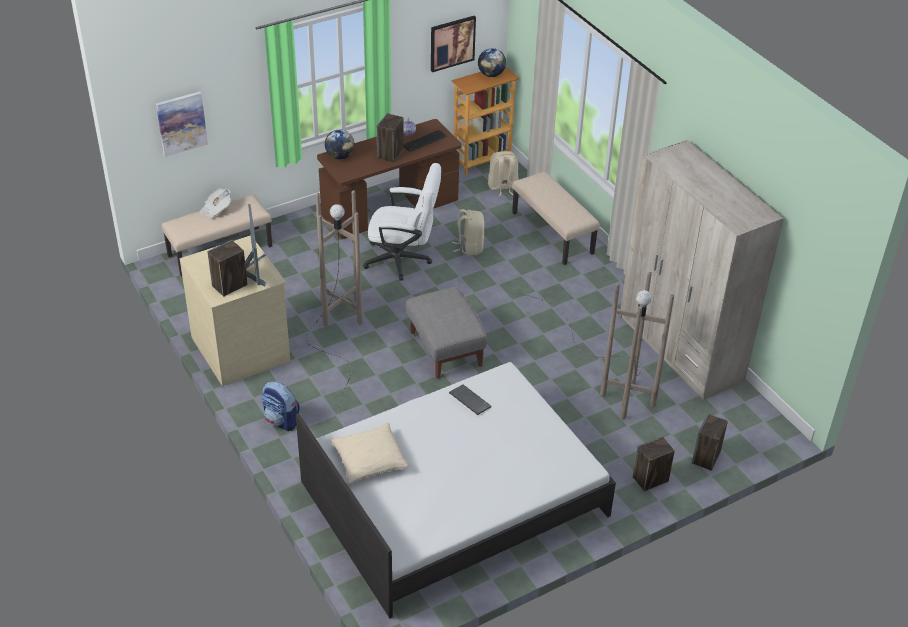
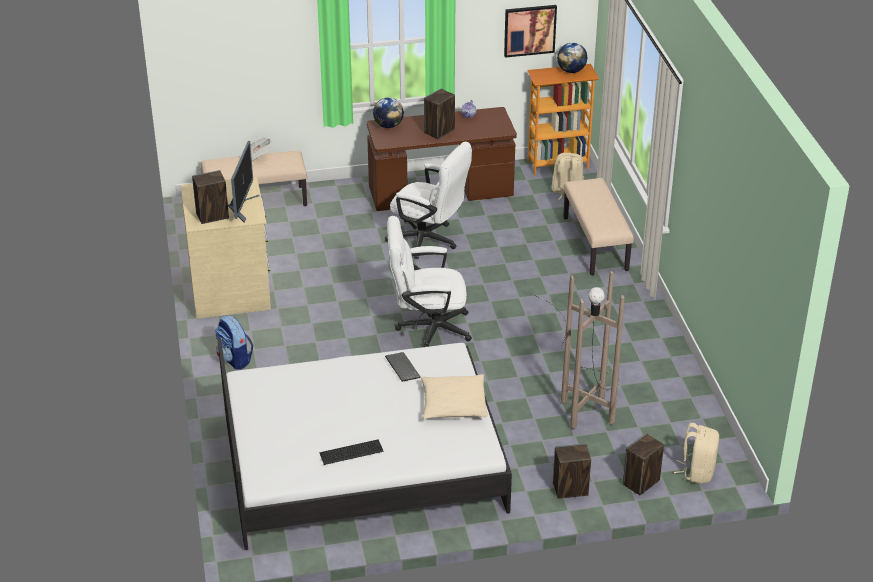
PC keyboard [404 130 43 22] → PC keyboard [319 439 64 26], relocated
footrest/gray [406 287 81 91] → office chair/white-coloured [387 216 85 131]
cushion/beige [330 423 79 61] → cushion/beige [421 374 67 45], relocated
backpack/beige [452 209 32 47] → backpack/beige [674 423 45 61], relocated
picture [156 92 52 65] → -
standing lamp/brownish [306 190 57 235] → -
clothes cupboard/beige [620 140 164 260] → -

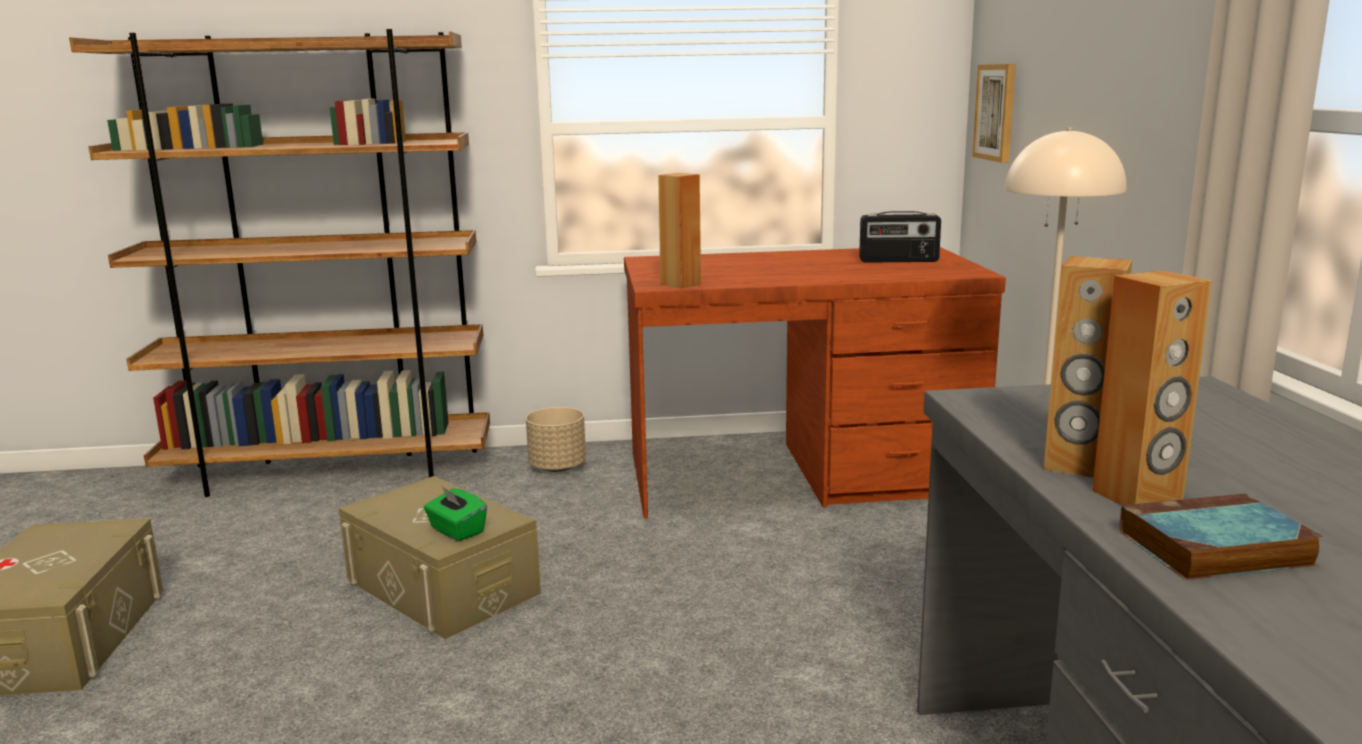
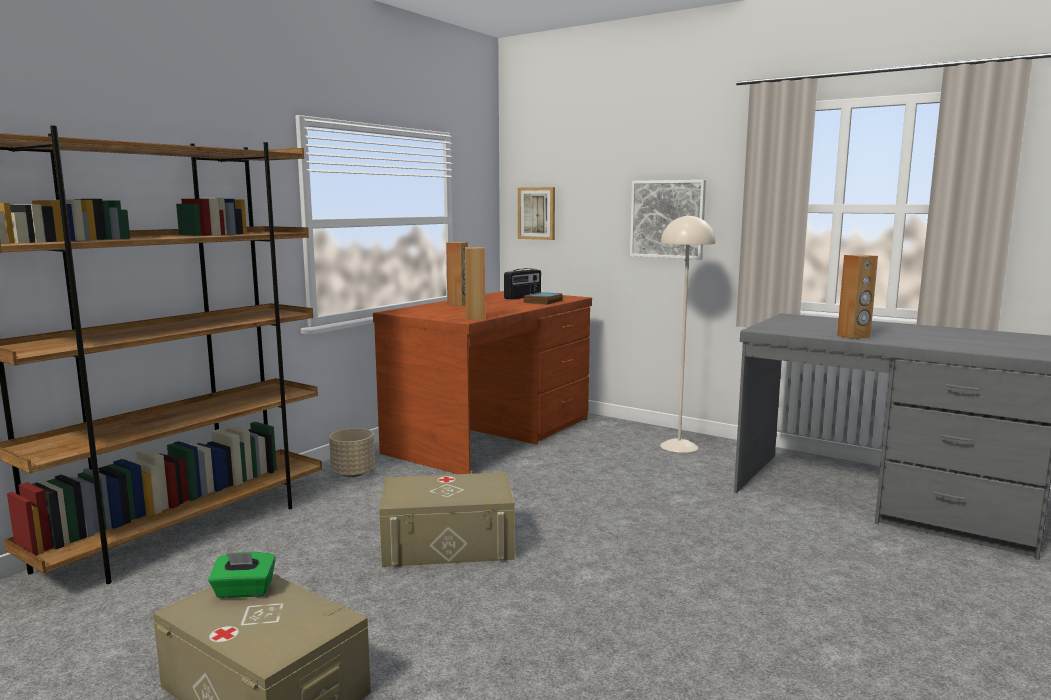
box of tissues/green [424 486 63 55] → box of tissues/green [208 552 68 46], relocated
loudspeaker/brownish [1092 270 120 236] → loudspeaker/brownish [446 242 22 64], relocated
volume [1119 494 204 86] → volume [524 292 39 13], relocated
- → picture [630 180 76 80]

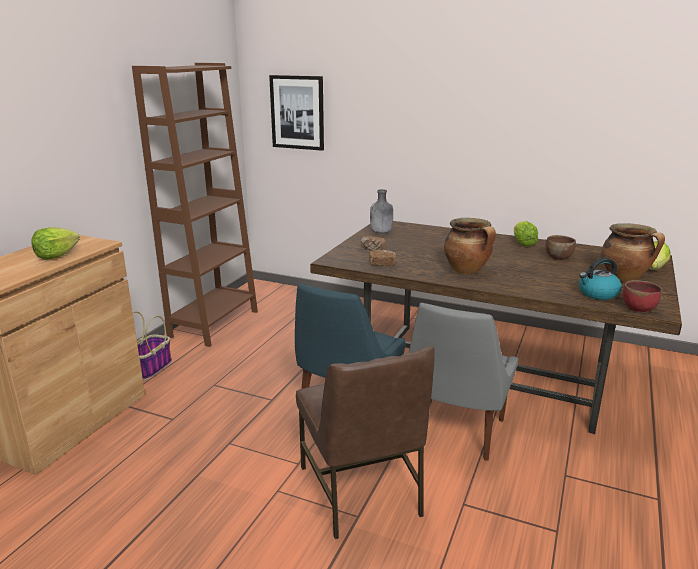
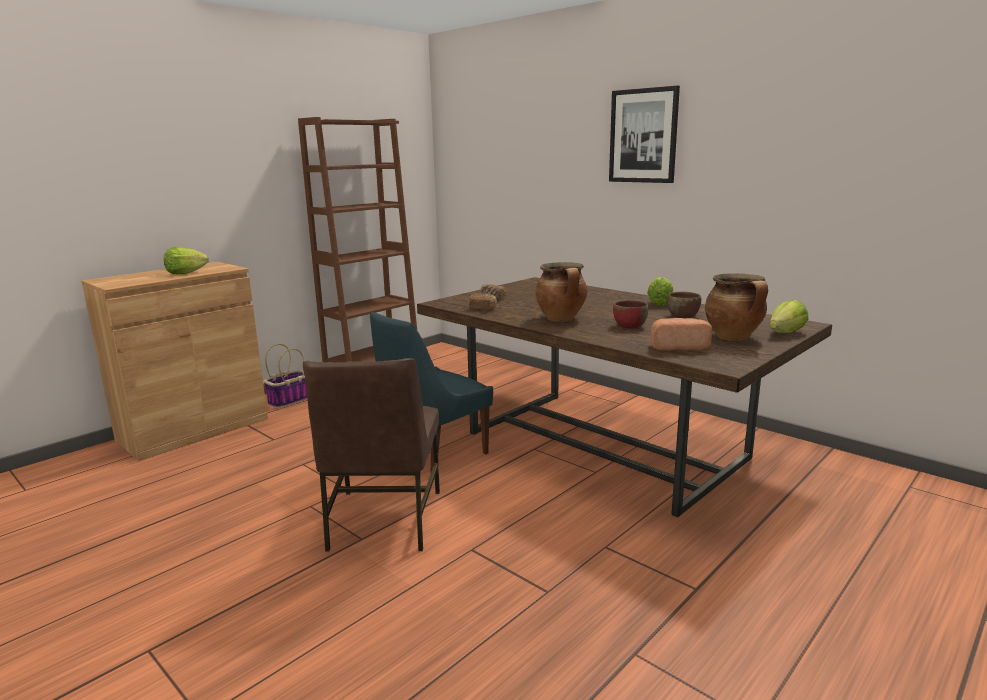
picture [269 75 55 76] → picture [609 85 71 98], relocated
bowl/red [623 280 39 32] → bowl/red [613 300 35 29], relocated
water kettle [579 258 43 42] → baked bread [651 318 61 33]
beverage bottle/gray [370 189 23 45] → -
upright chair/gray [409 303 109 158] → -

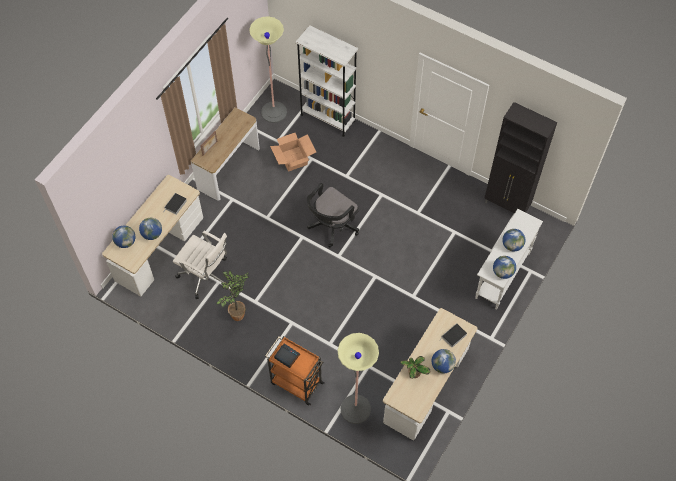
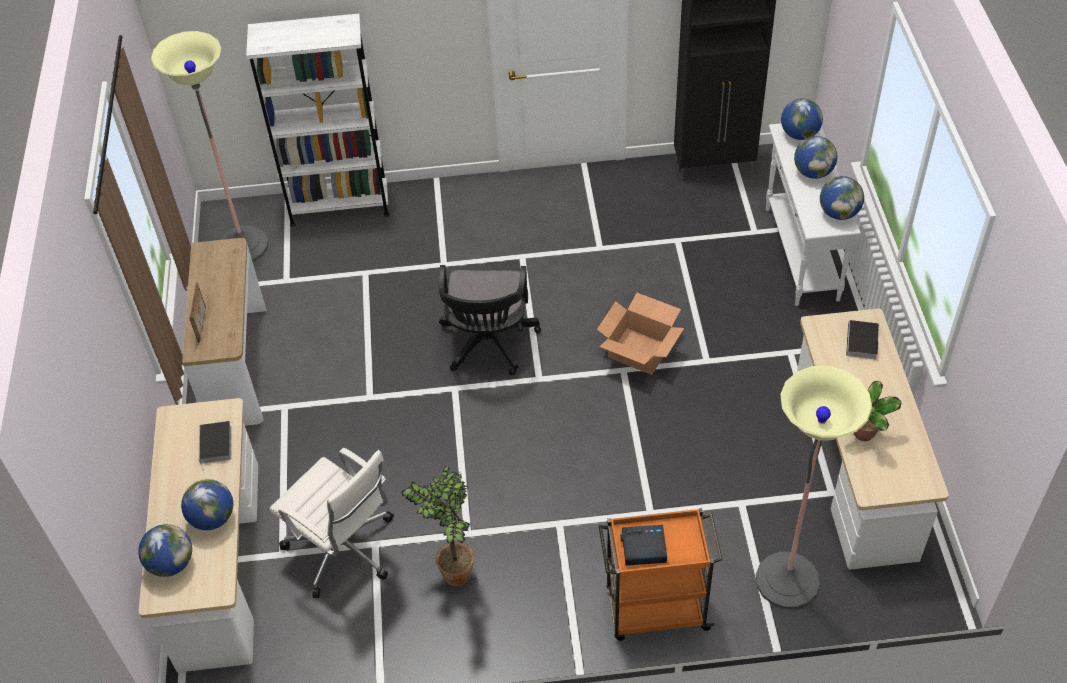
office chair/white-coloured [173 231 54 68] → office chair/white-coloured [269 448 125 150], 45 degrees clockwise
carton [270 133 46 39] → carton [597 293 87 82], relocated
globe [432 349 24 24] → globe [781 98 42 42], relocated

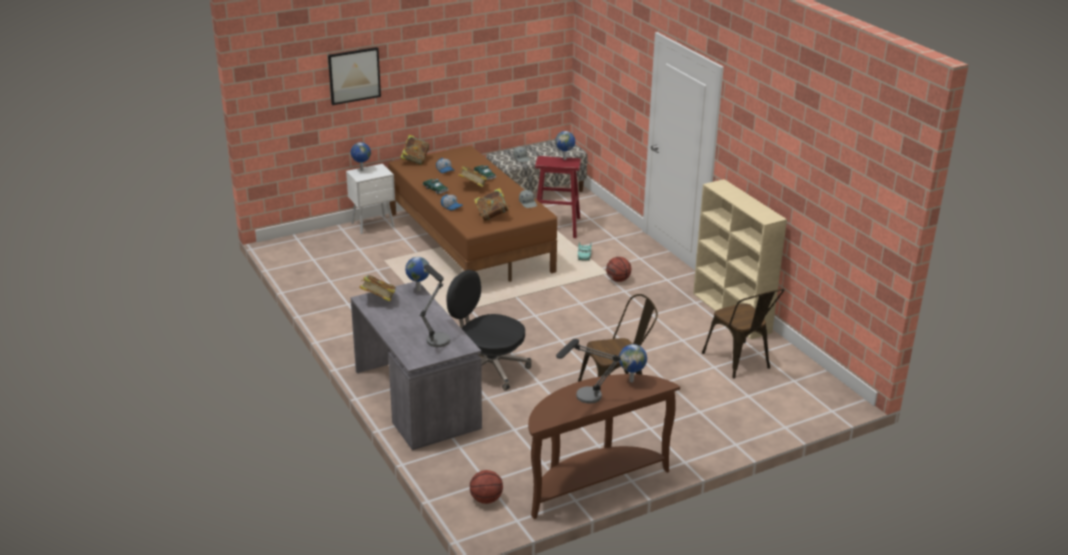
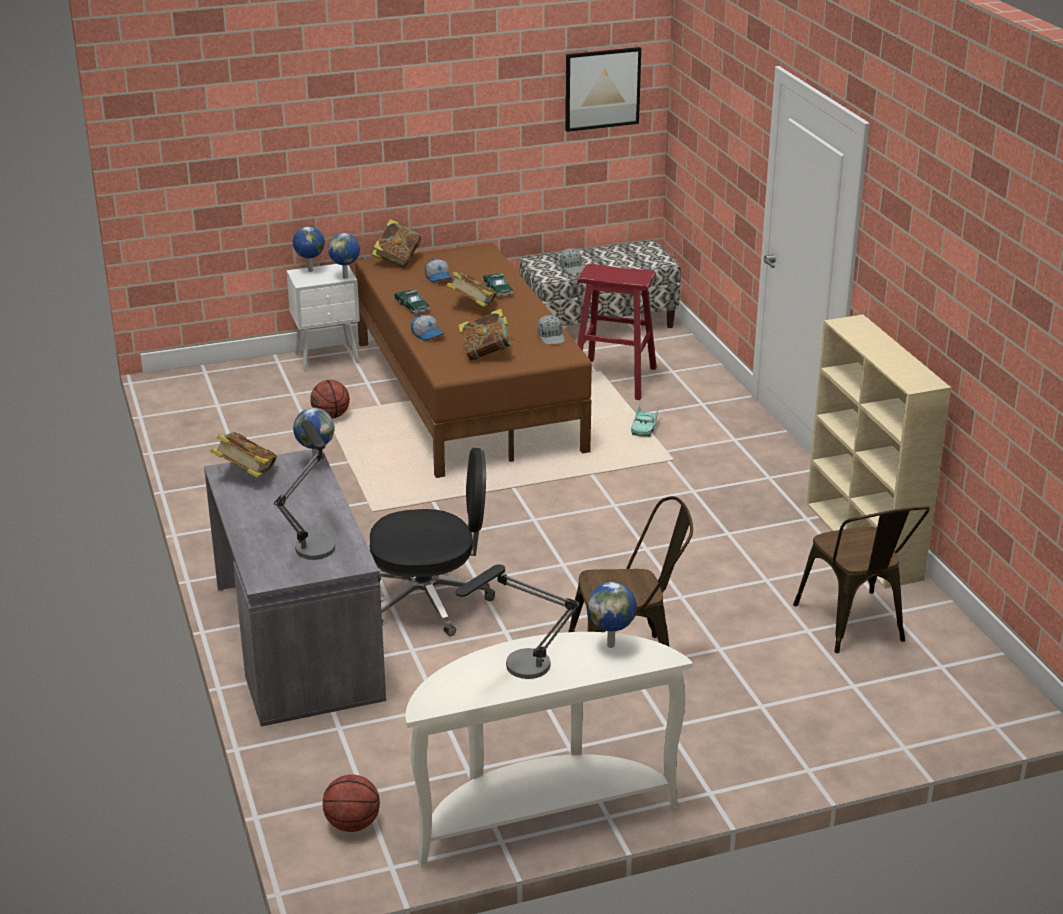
basketball ball [606 257 25 25] → basketball ball [310 380 40 39], relocated
globe [555 131 20 29] → globe [328 233 32 46], relocated
office chair/blackish [446 270 86 121] → office chair/blackish [370 448 125 188], 135 degrees clockwise
console table/brownish [528 374 152 145] → console table/white-coloured [406 632 287 236]
picture [328 47 53 58] → picture [565 47 76 85], relocated

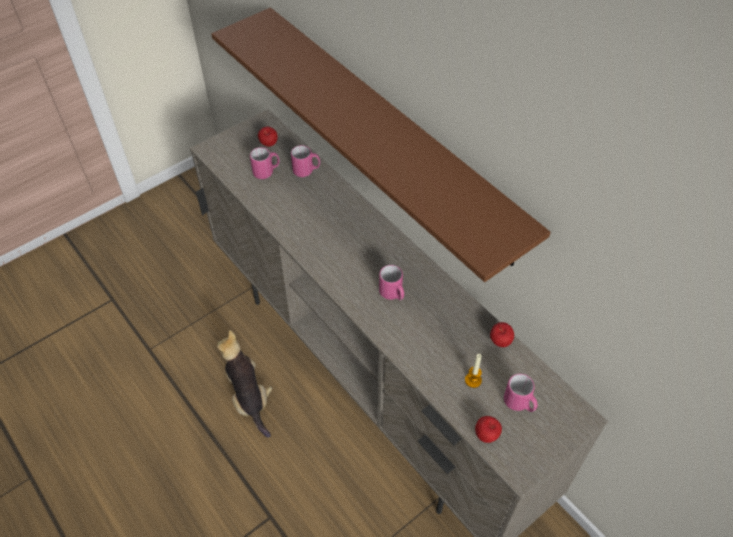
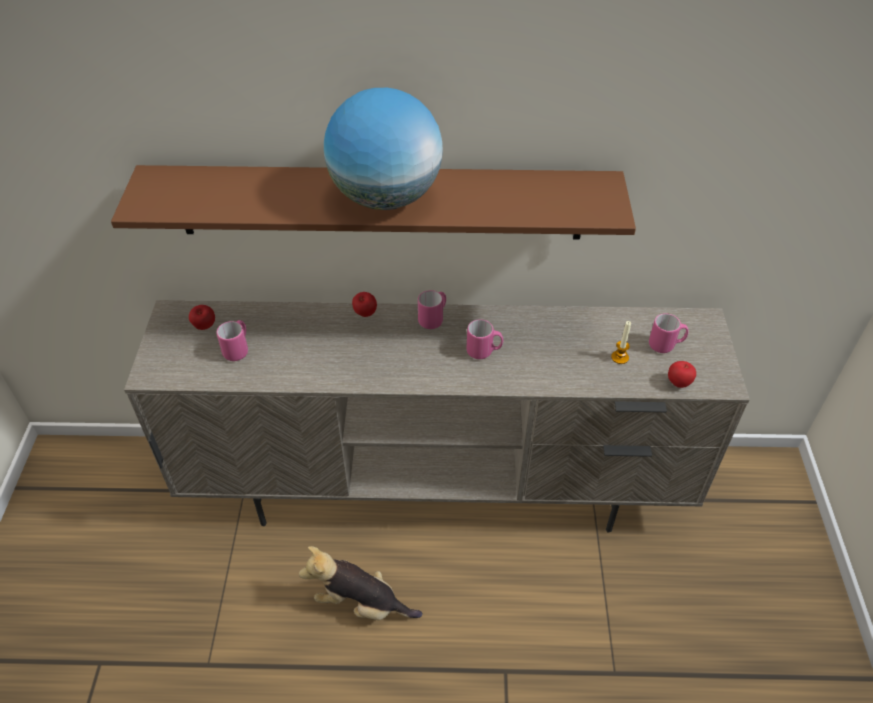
- → globe [324 88 119 122]
apple fruit [490 322 24 25] → apple fruit [352 292 25 25], relocated
coffee mug/pinkish [291 145 29 32] → coffee mug/pinkish [418 290 28 39], relocated

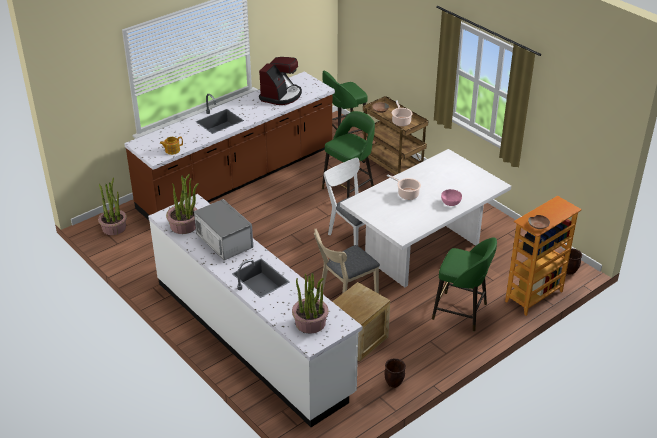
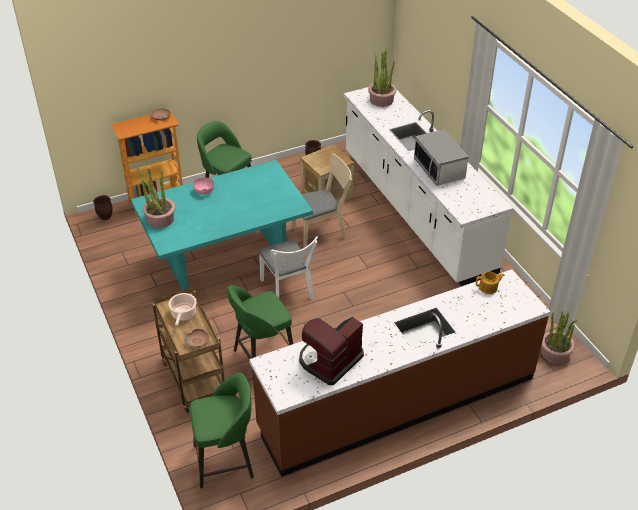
kitchen table/white-coloured [340 149 171 138] → kitchen table/turquoise [131 160 182 130]
houseplant [166 174 33 60] → houseplant [137 166 38 62], relocated
cooking pot [387 174 34 26] → -

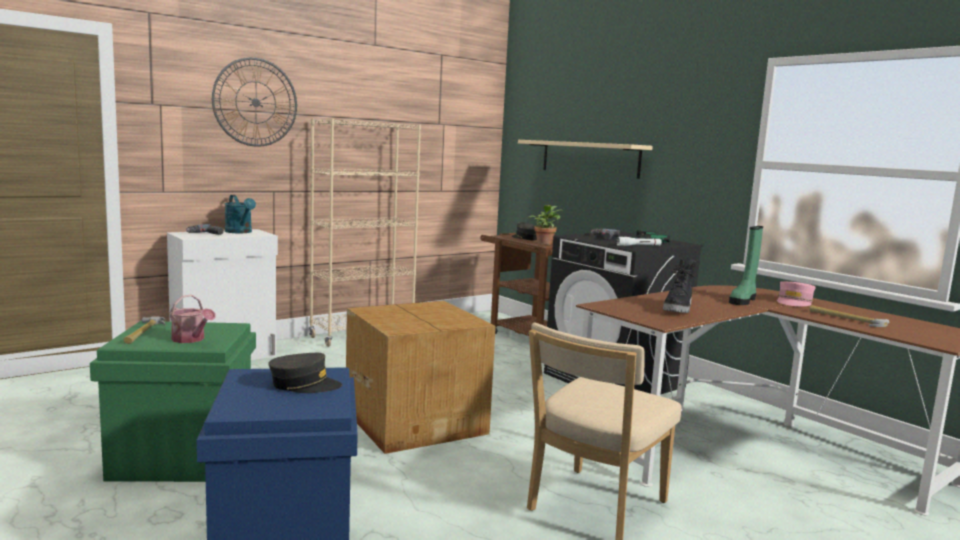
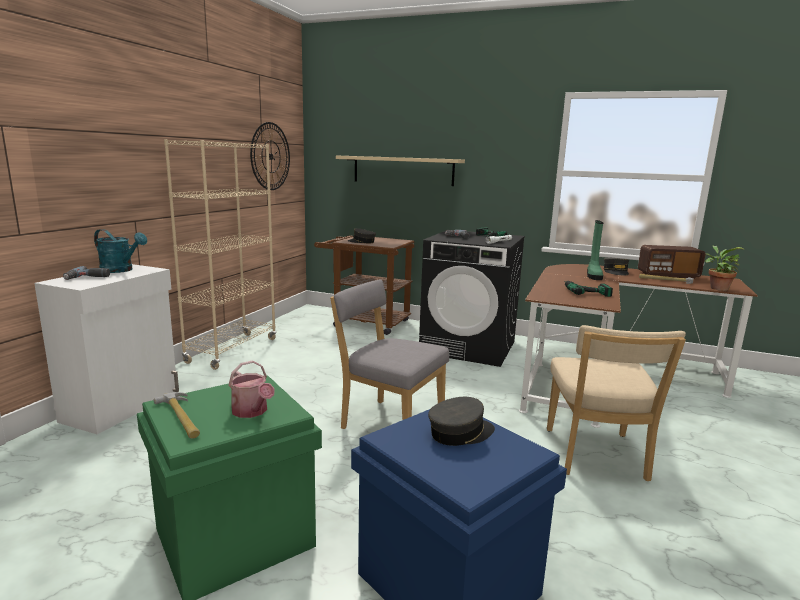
watering can [170 295 45 48] → watering can [228 361 47 57], 45 degrees clockwise
hanging clock [212 57 85 90] → hanging clock [250 122 40 68], relocated
carton [346 301 150 153] → upright chair/gray [330 279 119 150]
tall boot/blackish [663 258 33 55] → electric drill [564 281 49 16]
baseball cap/pinkish [777 281 39 25] → baseball cap/gray [603 258 26 17]
- → radio set [638 245 68 34]
houseplant [528 205 35 40] → houseplant [705 246 40 45], relocated

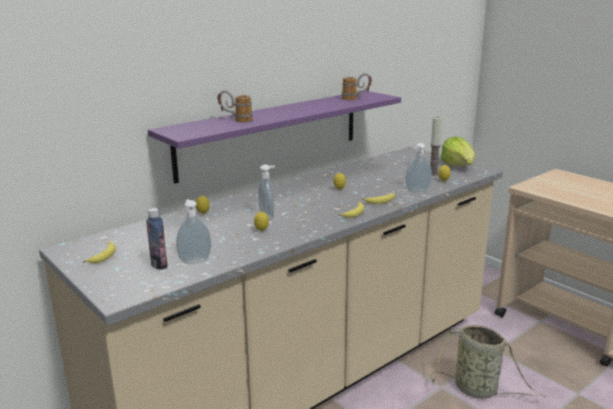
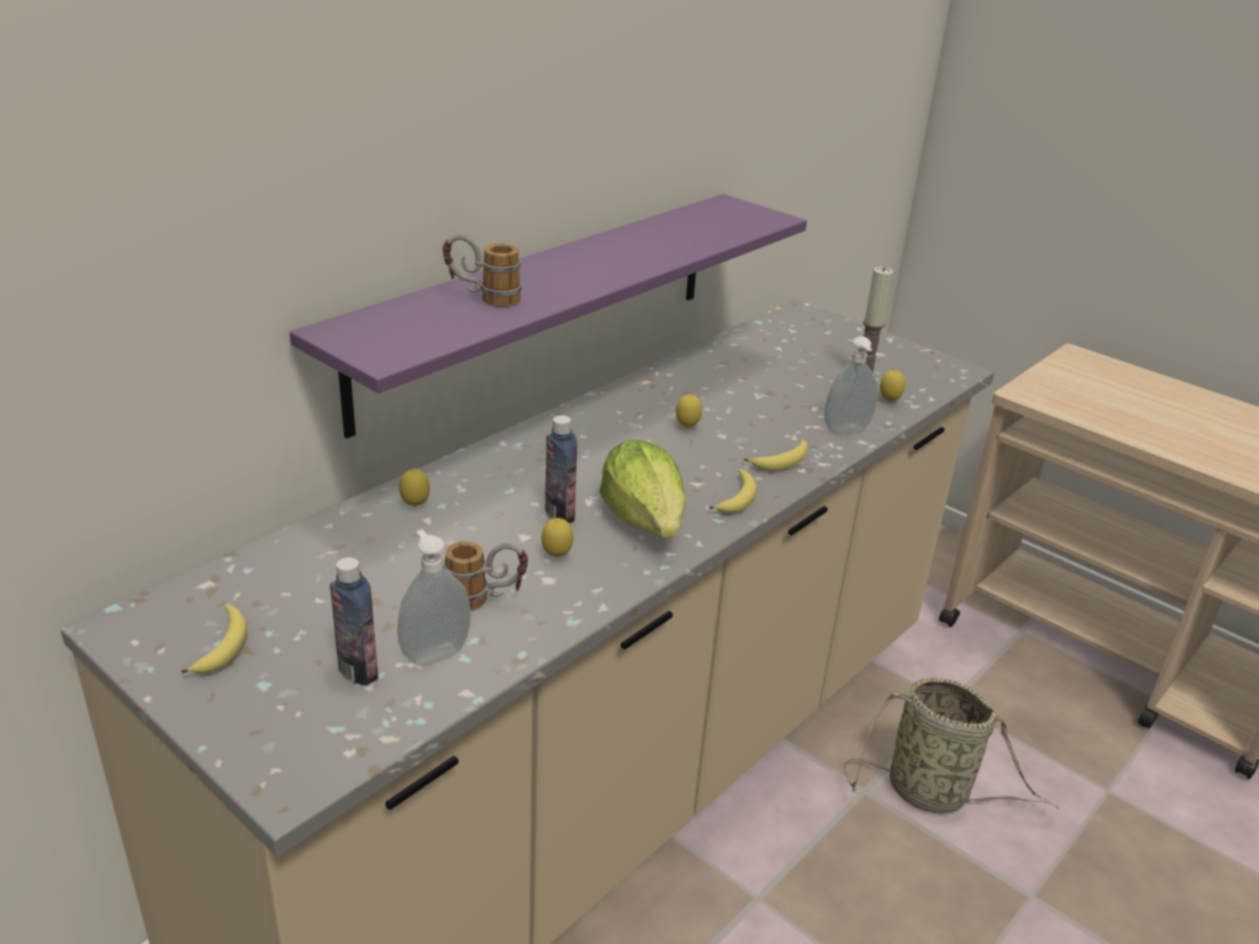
coffee mug [342 73 30 27] → coffee mug [443 541 85 69], relocated
soap bottle [258 164 17 57] → beverage bottle [545 415 32 108]
lettuce [441 136 34 30] → lettuce [599 439 88 99], relocated

